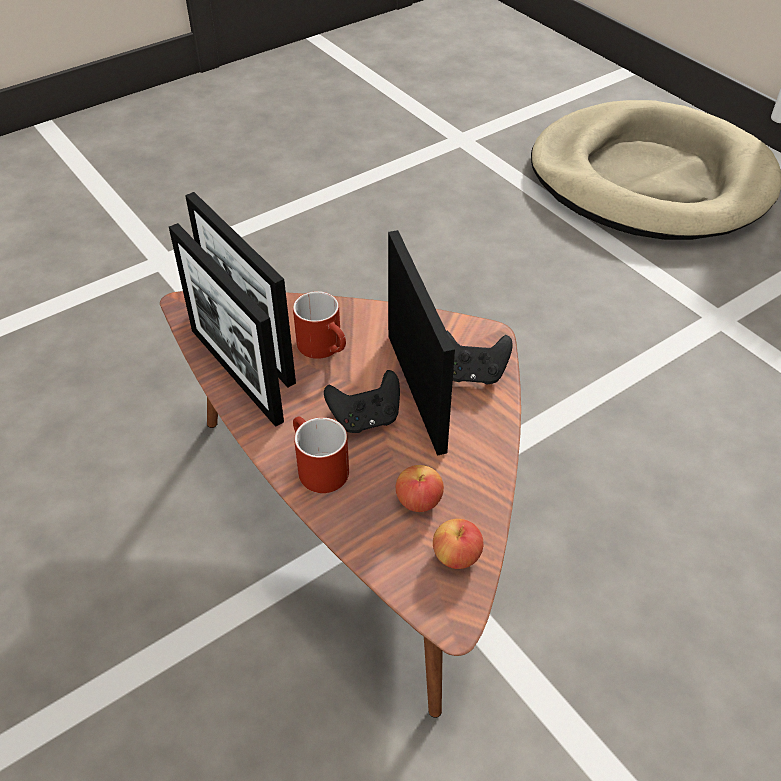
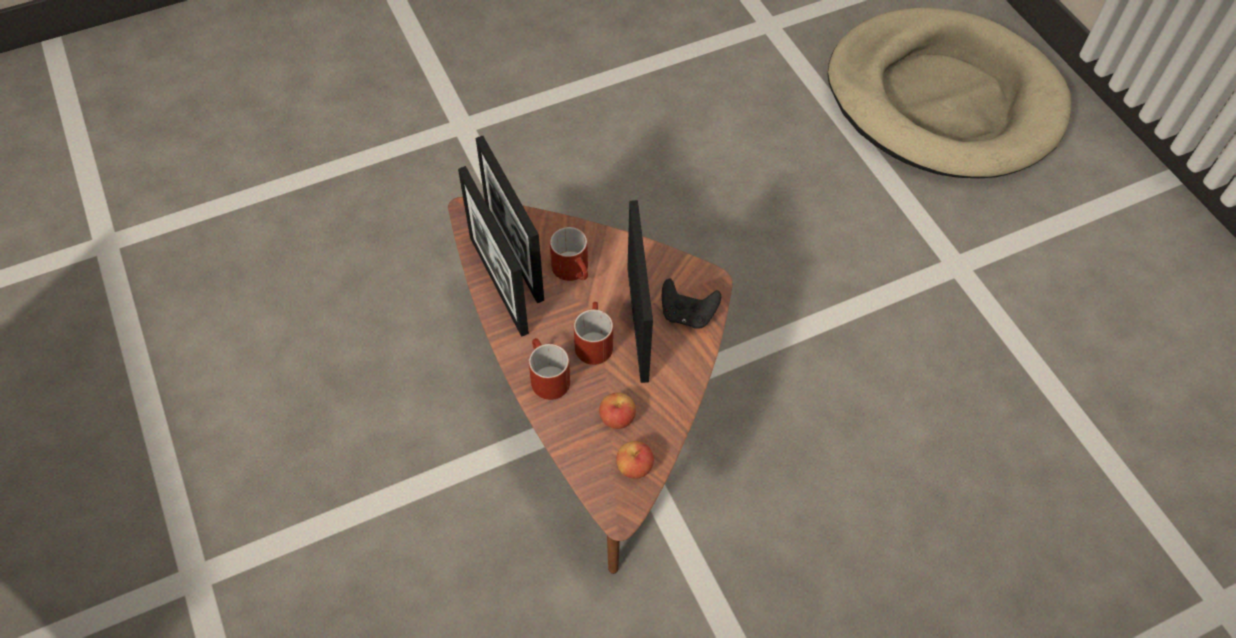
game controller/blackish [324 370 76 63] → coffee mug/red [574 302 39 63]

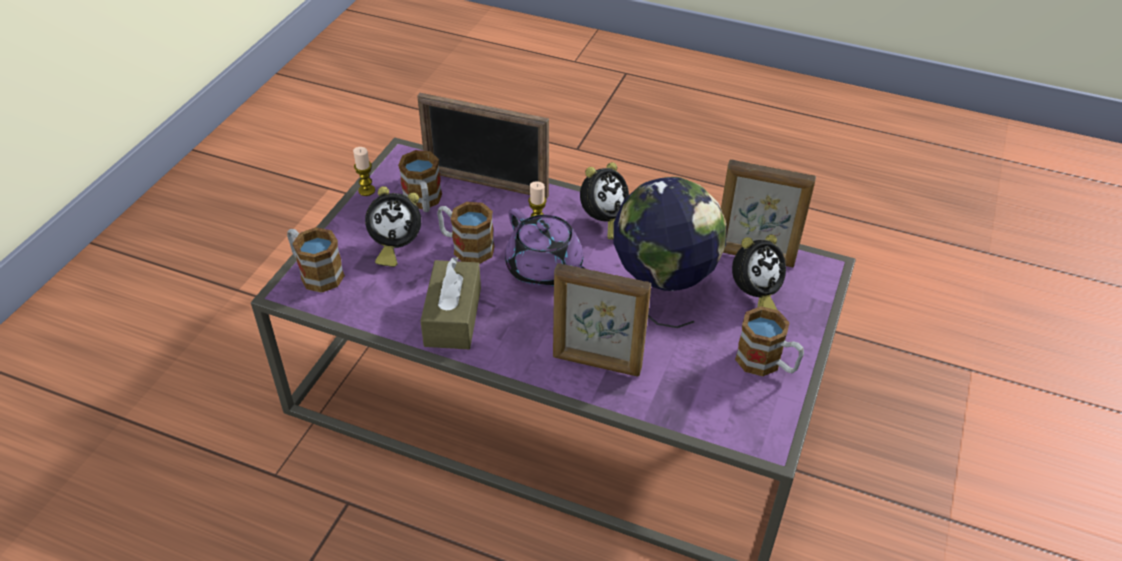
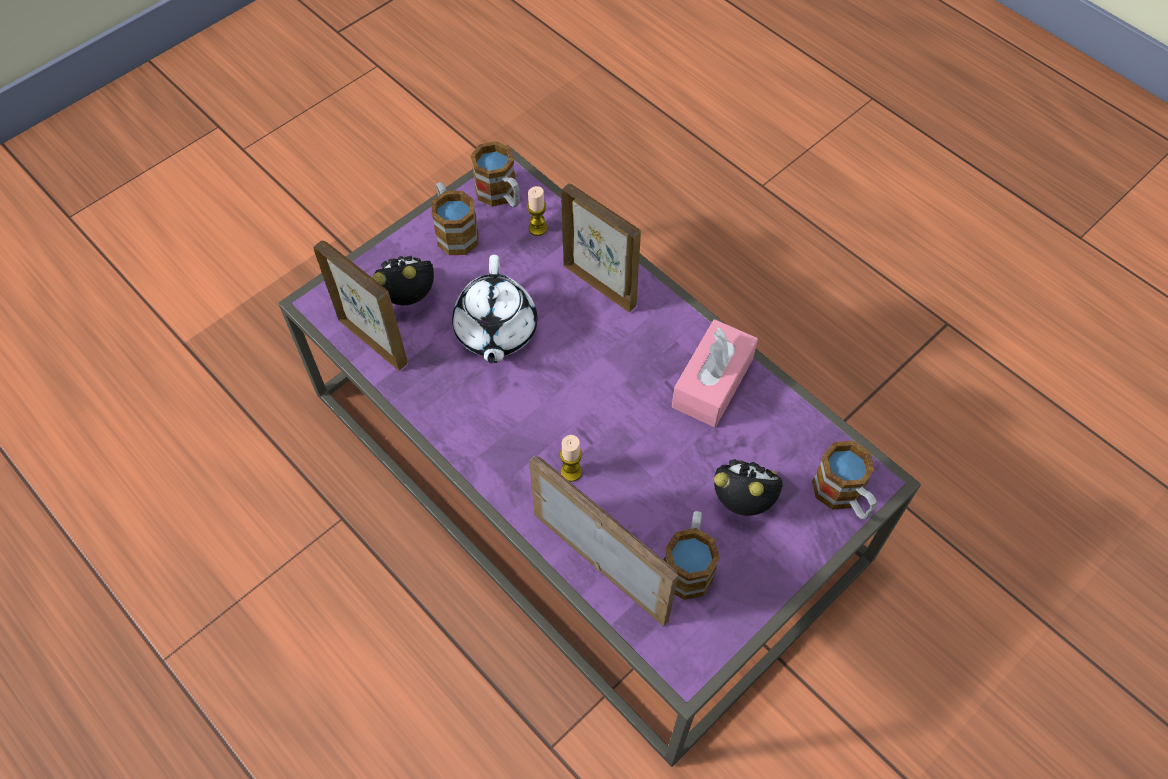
globe [614 177 113 151] → tea pot/white-coloured [452 255 85 109]
coffee mug [437 202 58 62] → coffee mug [470 141 50 66], relocated
wax candle [353 147 22 49] → wax candle [527 186 20 50], relocated
box of tissues/brownish [420 257 61 92] → box of tissues/pinkish [672 319 86 108]
tea pot/purple-coloured [505 208 80 80] → -
bedside clock [580 162 49 78] → -

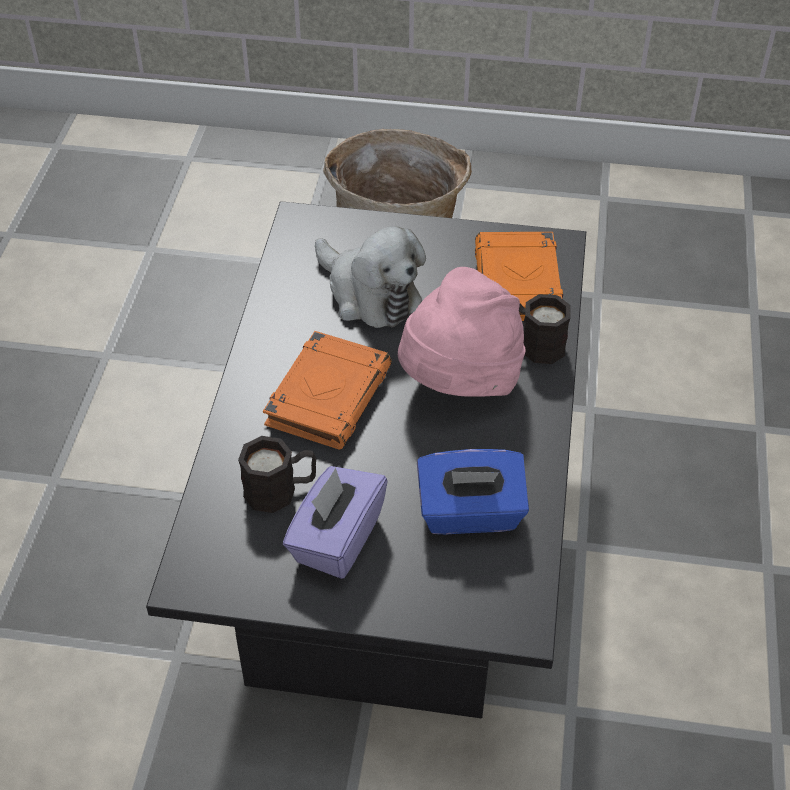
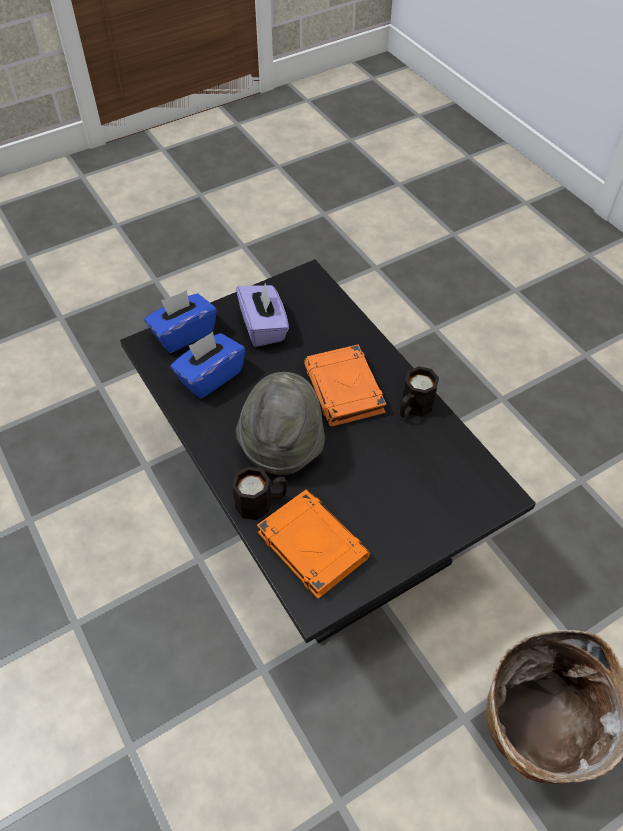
- → box of tissues/bluish [144 290 73 63]
wearable hat/pinkish [398 267 127 130] → wearable hat/gray [236 372 89 103]
coffee mug/blackish [238 436 78 77] → coffee mug/blackish [400 366 39 52], relocated
plush toy [315 226 111 102] → -

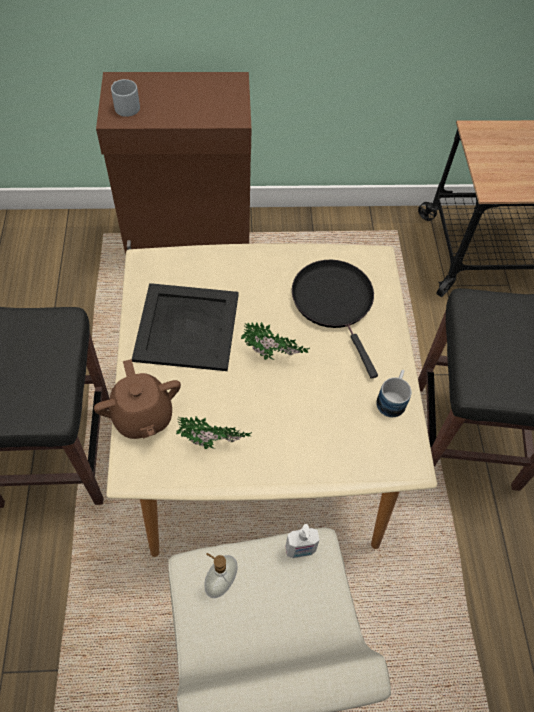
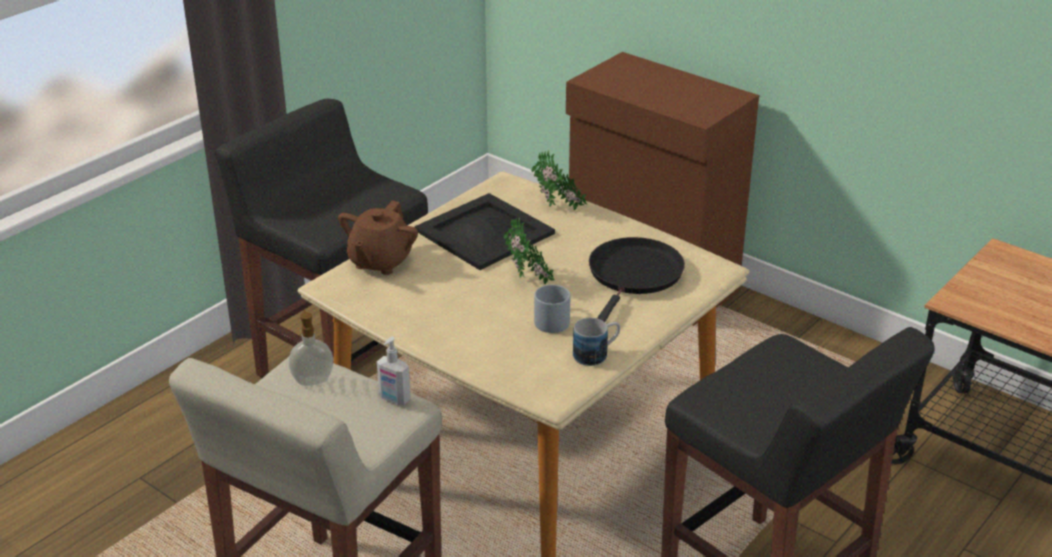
houseplant [176 416 76 33] → houseplant [531 150 56 60], relocated
coffee mug/gray [111 79 29 38] → coffee mug/gray [534 285 36 48], relocated

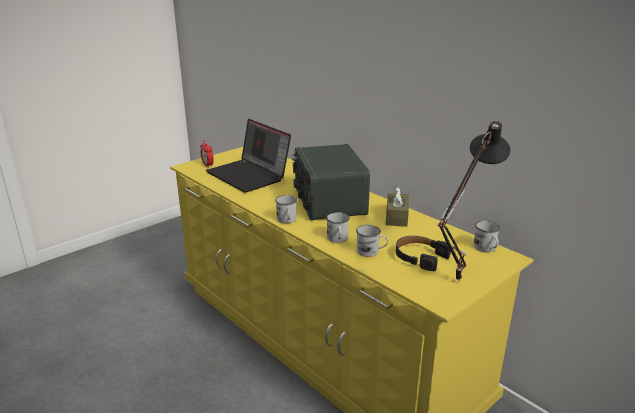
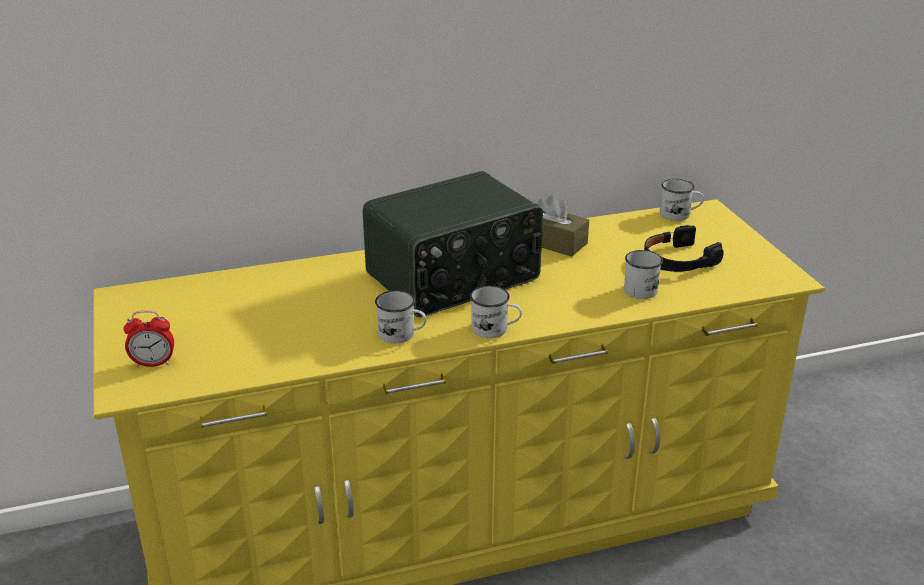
radio set [292 144 78 76] → radio set [363 171 180 146], 45 degrees counterclockwise
coffee mug/white-coloured [326 212 24 31] → coffee mug/white-coloured [375 290 52 53], relocated
laptop [206 119 85 74] → -
lamp for a table/blackish [437 121 73 162] → -

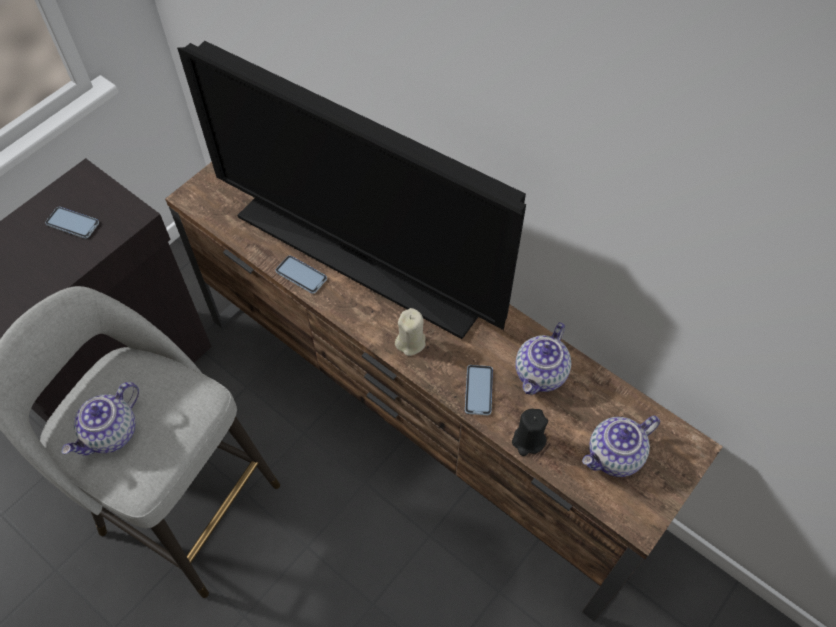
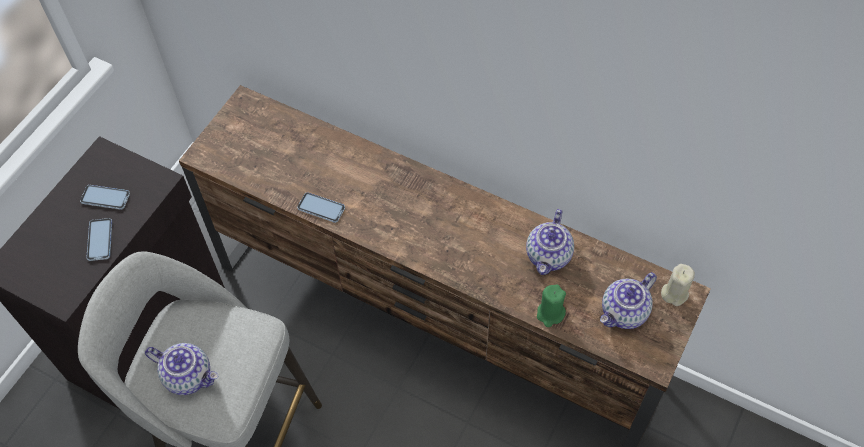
phone [465 365 28 50] → phone [86 218 26 43], relocated
tea pot [62 382 77 74] → tea pot [145 343 74 52], 90 degrees counterclockwise
wax candle/blackish [512 409 36 47] → wax candle/green [537 284 29 43]
wax candle/beige [395 308 31 48] → wax candle/beige [661 264 34 42], relocated
TV set [177 41 349 298] → -

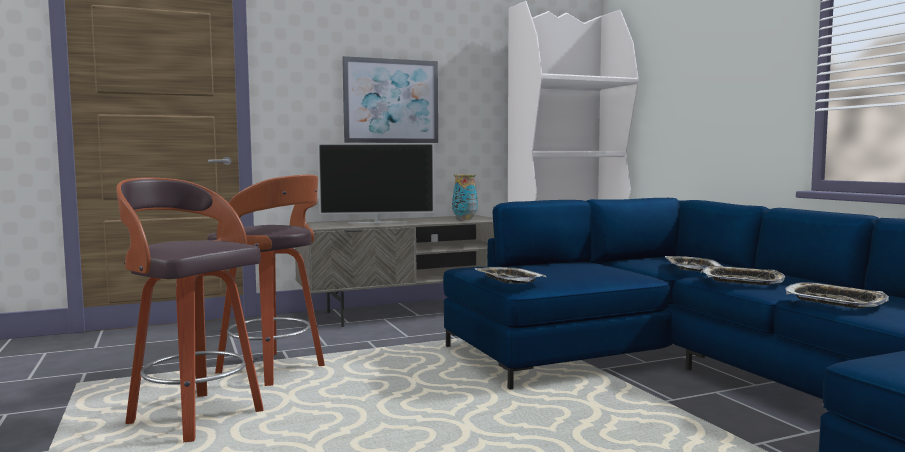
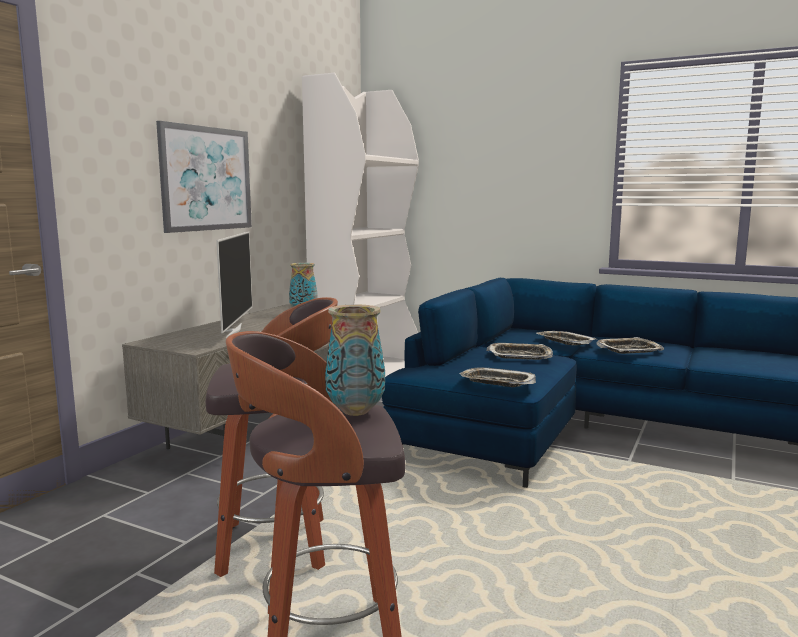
TV set [318 143 116 80] → TV set [216 232 36 106], 45 degrees counterclockwise
- → decorative vase [325 305 60 111]
serving tray [785 282 104 26] → serving tray [487 343 66 17], relocated

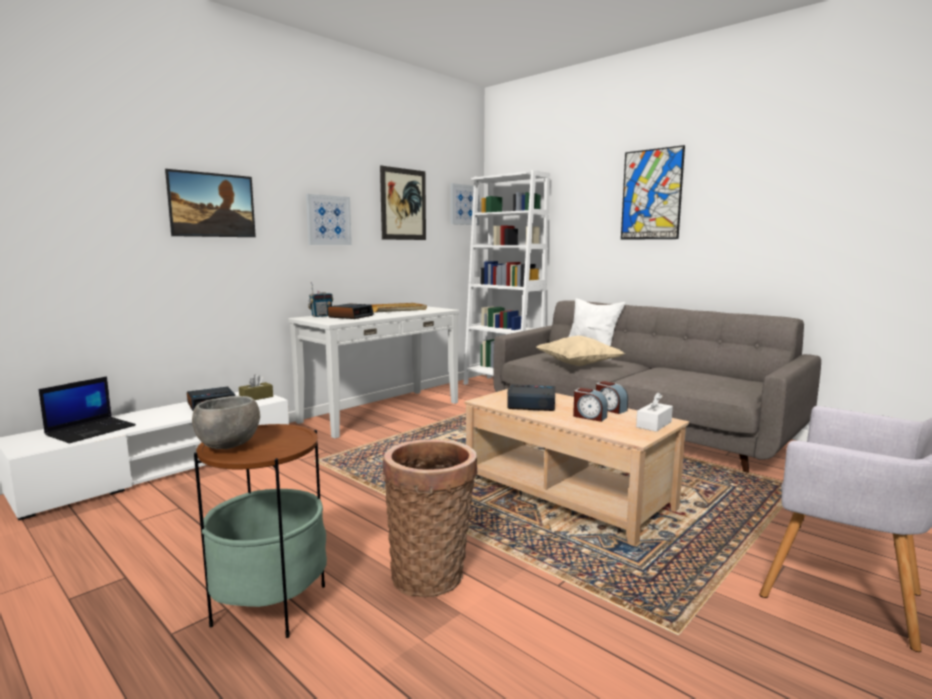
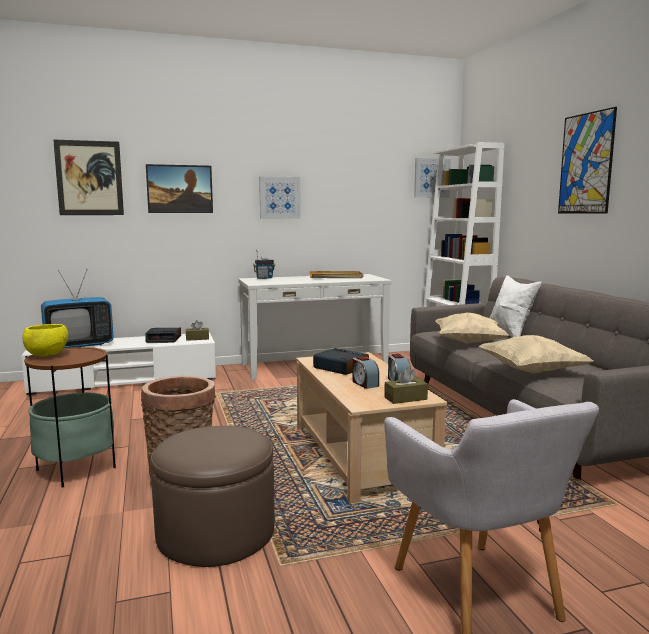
bowl/gray [192 396 68 53] → bowl/yellow-coloured [22 324 46 33]
laptop [39 376 97 67] → TV set [41 270 73 78]
picture [380 165 46 75] → picture [53 140 71 75], relocated
- → footrest/brownish [150 426 125 141]
box of tissues/white-coloured [636 392 37 40] → box of tissues/brownish [384 367 44 37]
- → cushion/beige [478 335 115 39]
bedside clock [328 303 46 16] → -

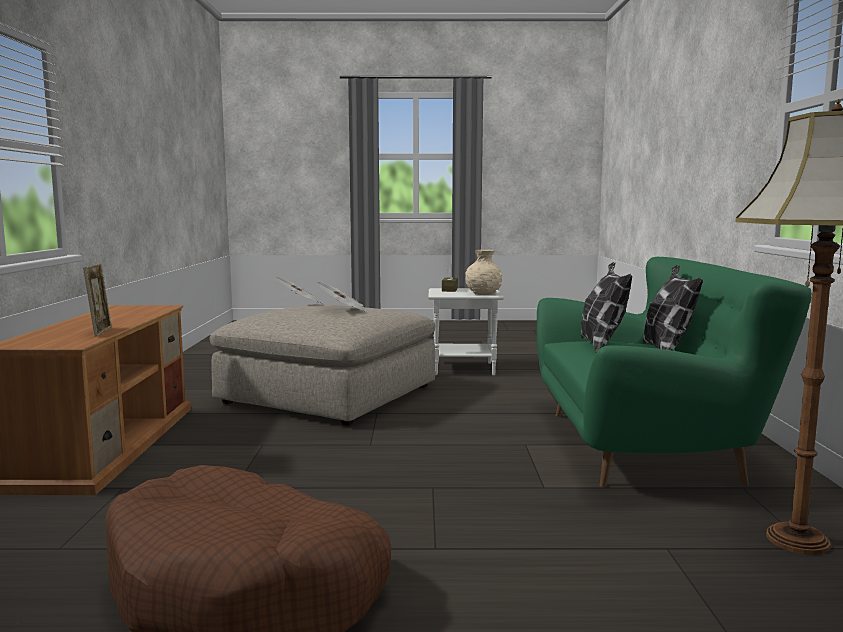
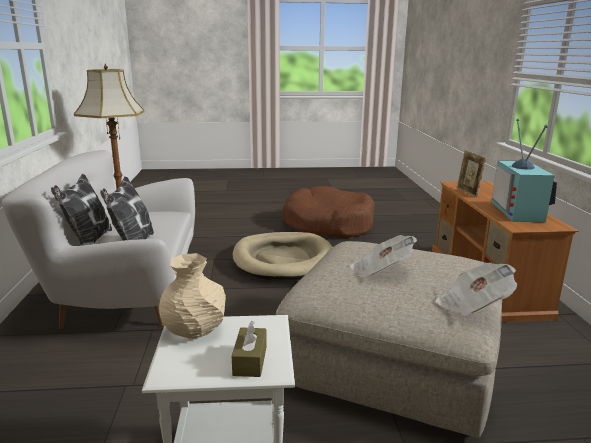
settee/green [537 257 275 230] → settee/white-coloured [2 150 193 179]
- → pet bed/beige [233 232 100 48]
- → TV set [491 119 66 104]

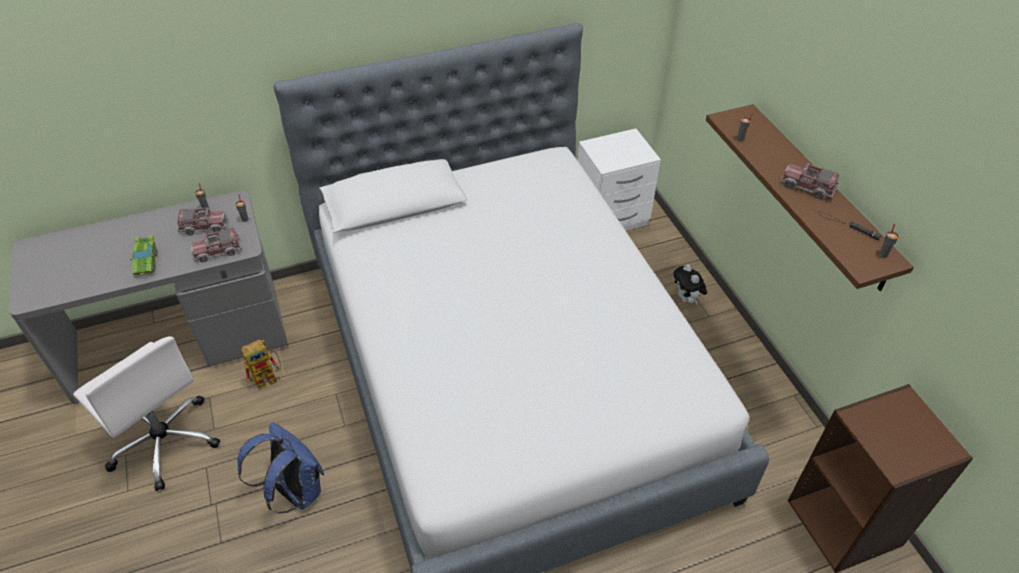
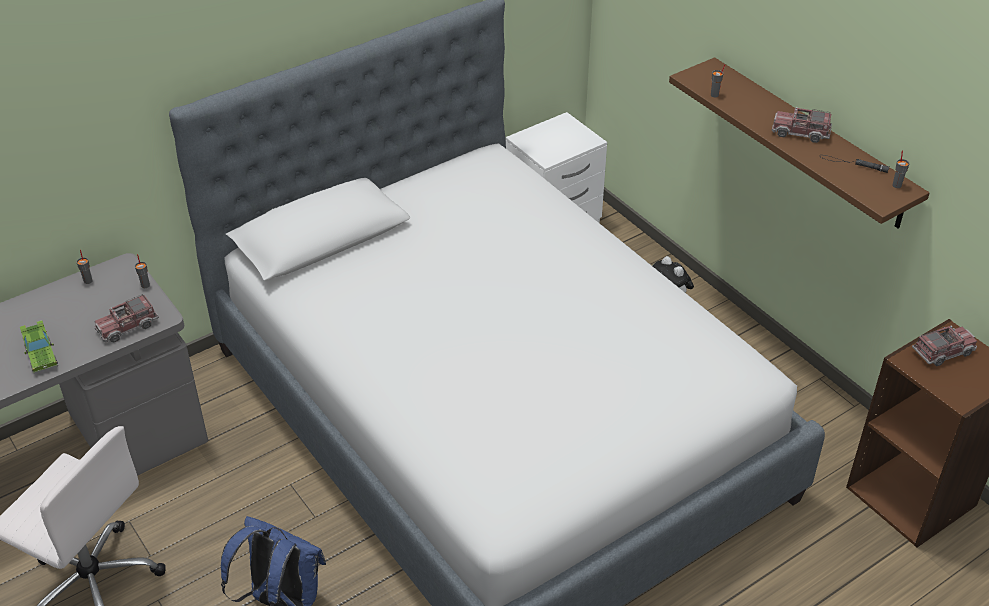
toy truck [177 207 50 28] → toy truck [912 326 65 40], relocated
toy robot [241 340 40 50] → -

